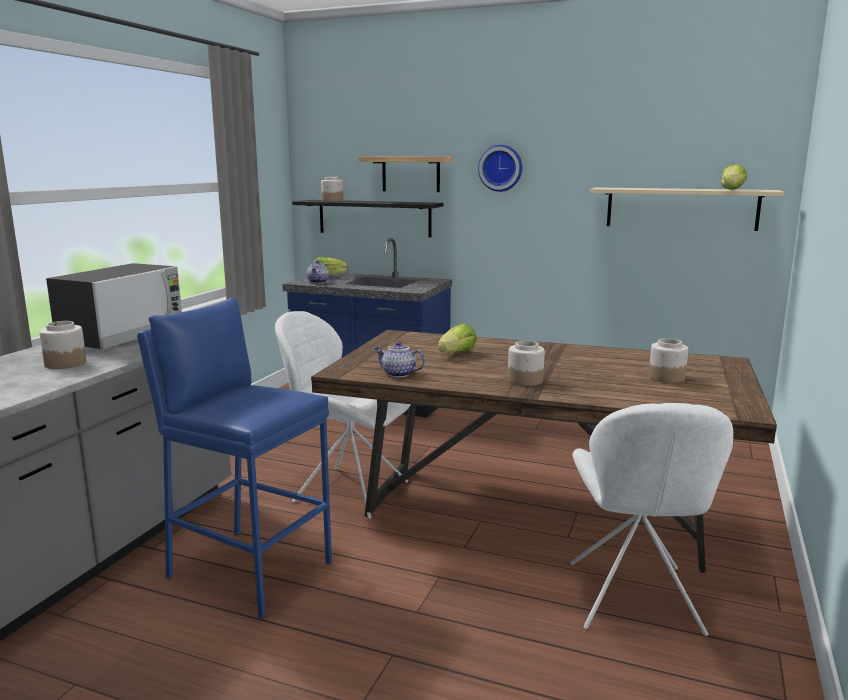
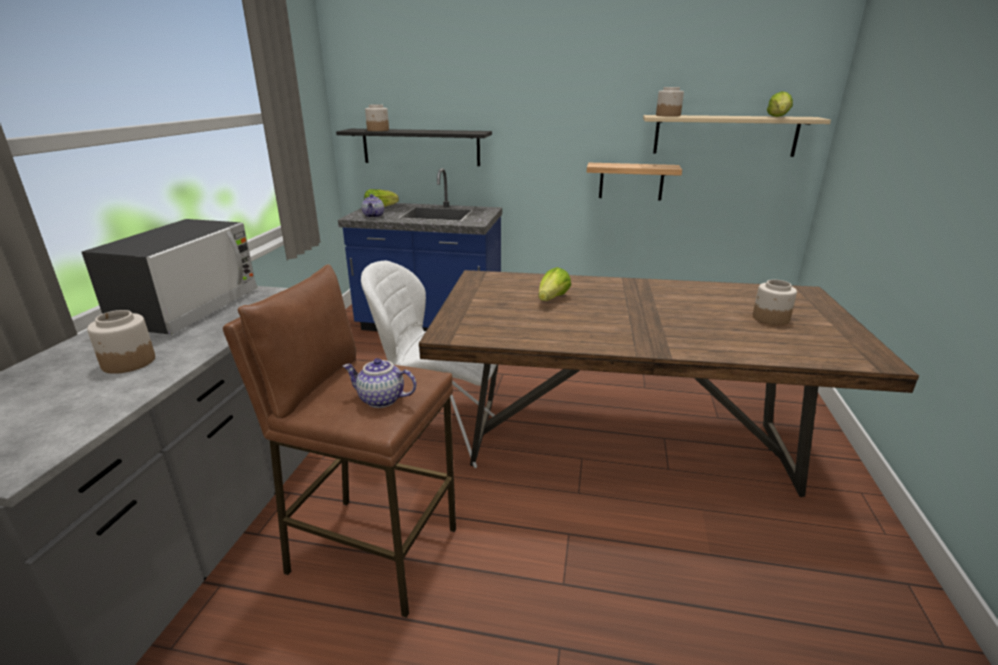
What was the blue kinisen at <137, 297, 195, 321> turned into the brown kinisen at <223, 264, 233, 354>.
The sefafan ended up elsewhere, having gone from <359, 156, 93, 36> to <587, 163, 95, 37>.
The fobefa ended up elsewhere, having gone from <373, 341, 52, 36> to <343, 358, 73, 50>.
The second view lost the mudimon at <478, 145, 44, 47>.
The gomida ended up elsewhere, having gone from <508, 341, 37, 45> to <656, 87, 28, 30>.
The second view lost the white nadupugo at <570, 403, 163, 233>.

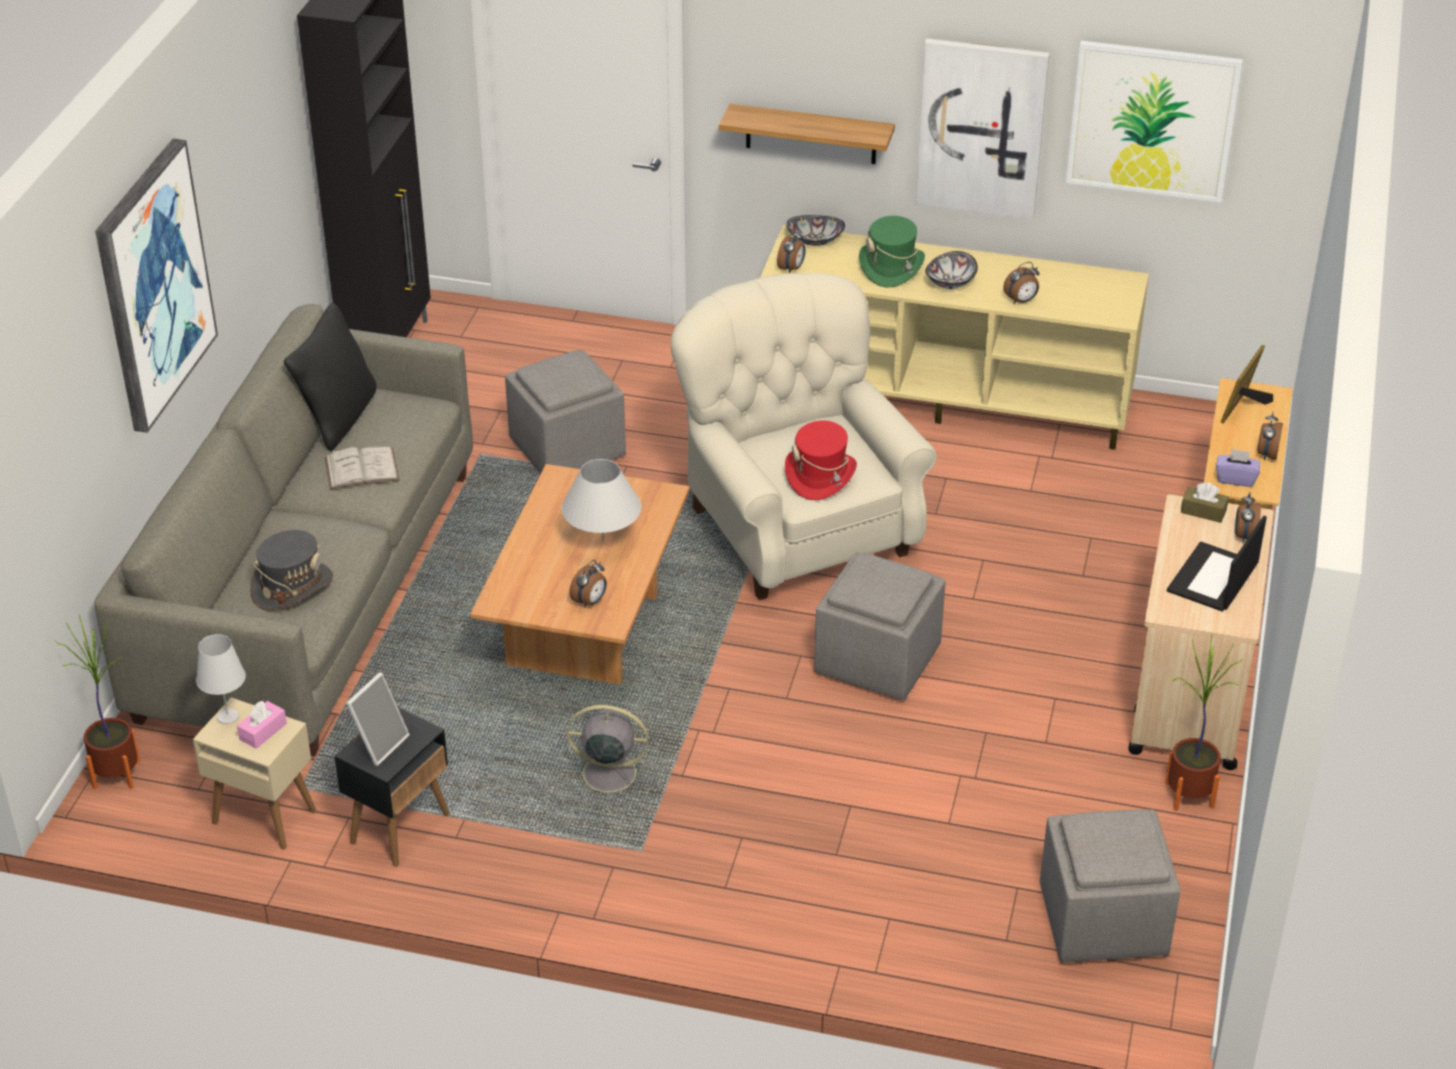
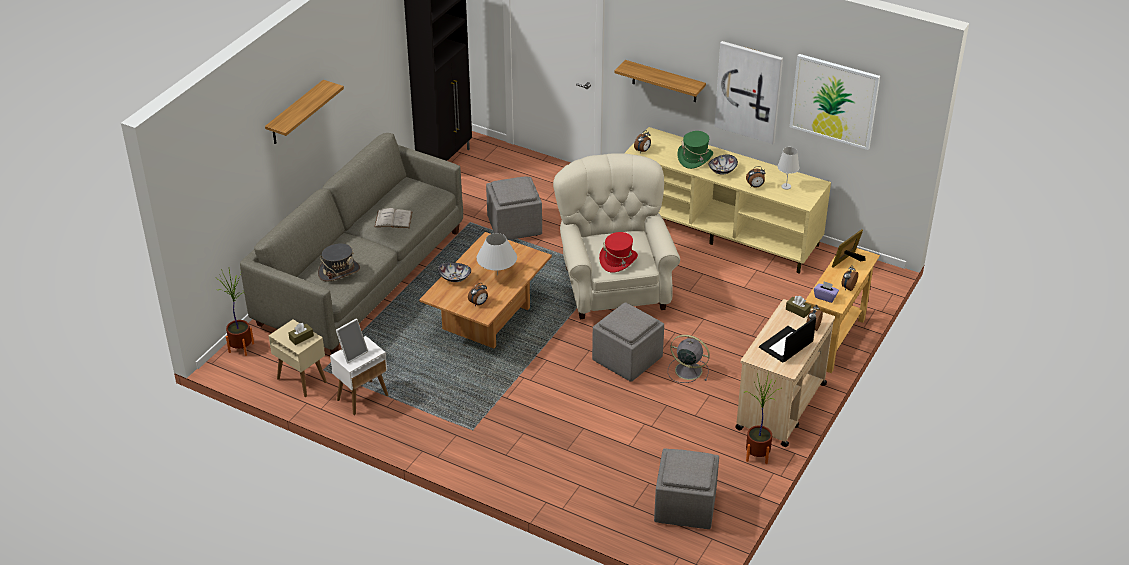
Where the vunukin hung at <95, 139, 123, 294>, the sefafan came to hang at <265, 80, 79, 64>.
The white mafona ended up elsewhere, having gone from <196, 634, 50, 90> to <777, 147, 22, 43>.
What was the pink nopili at <237, 701, 50, 48> turned into the brown nopili at <288, 323, 26, 22>.
The second view lost the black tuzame at <284, 303, 93, 148>.
What was the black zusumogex at <334, 707, 116, 160> turned into the white zusumogex at <330, 336, 58, 79>.
The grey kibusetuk ended up elsewhere, having gone from <567, 705, 83, 96> to <668, 335, 42, 48>.
The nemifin ended up elsewhere, having gone from <786, 215, 59, 31> to <438, 262, 33, 20>.

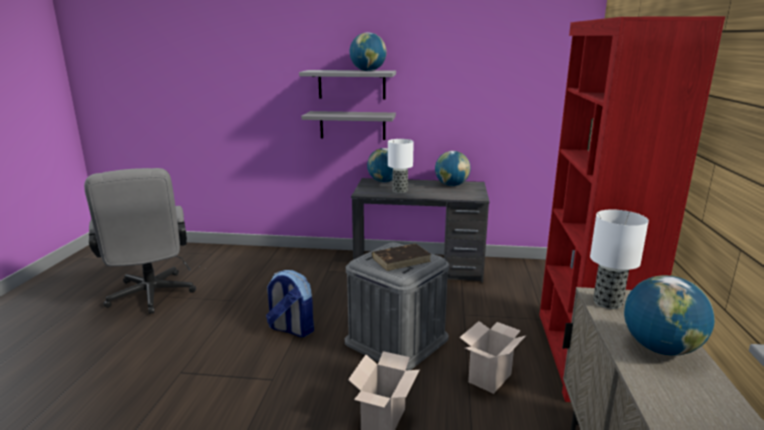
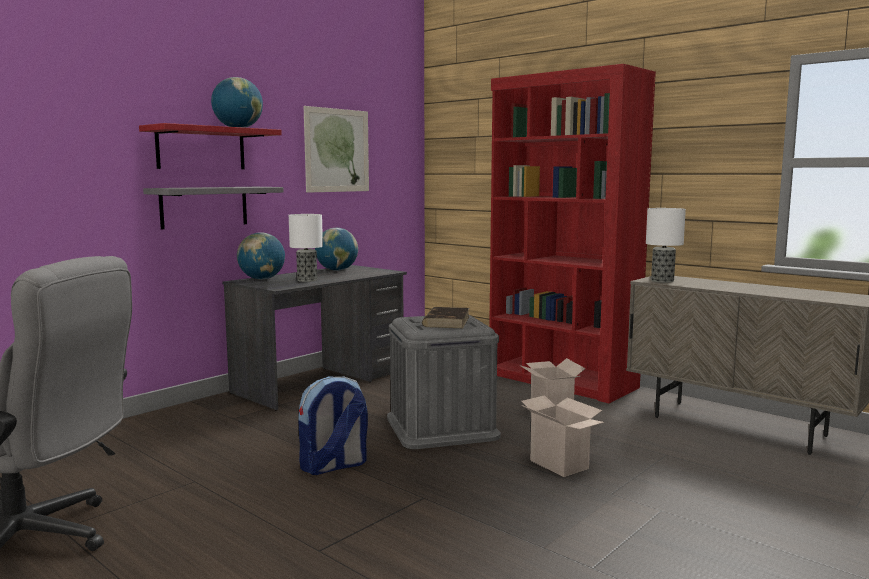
What was the grey sefafan at <299, 70, 97, 30> turned into the red sefafan at <139, 123, 143, 46>.
The second view lost the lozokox at <624, 275, 91, 81>.
The second view gained the vunukin at <304, 106, 65, 87>.

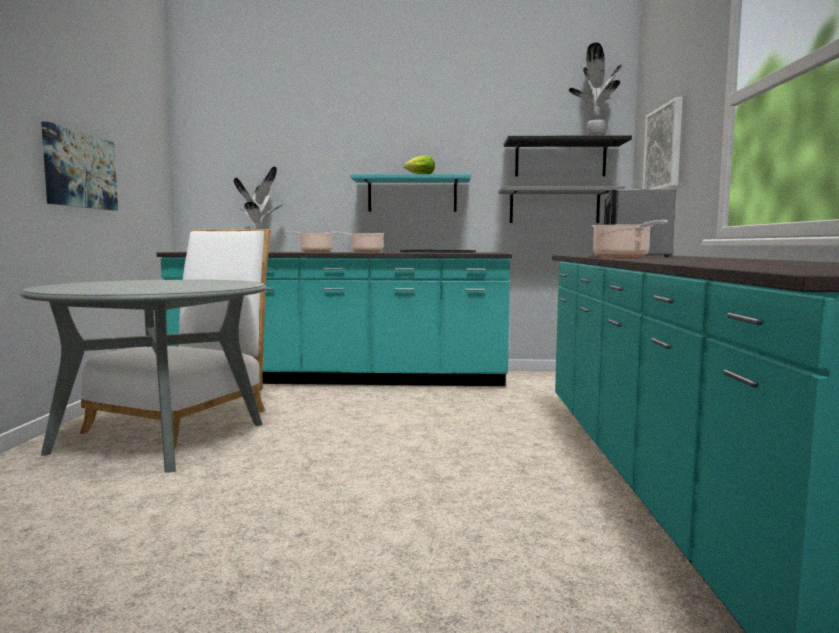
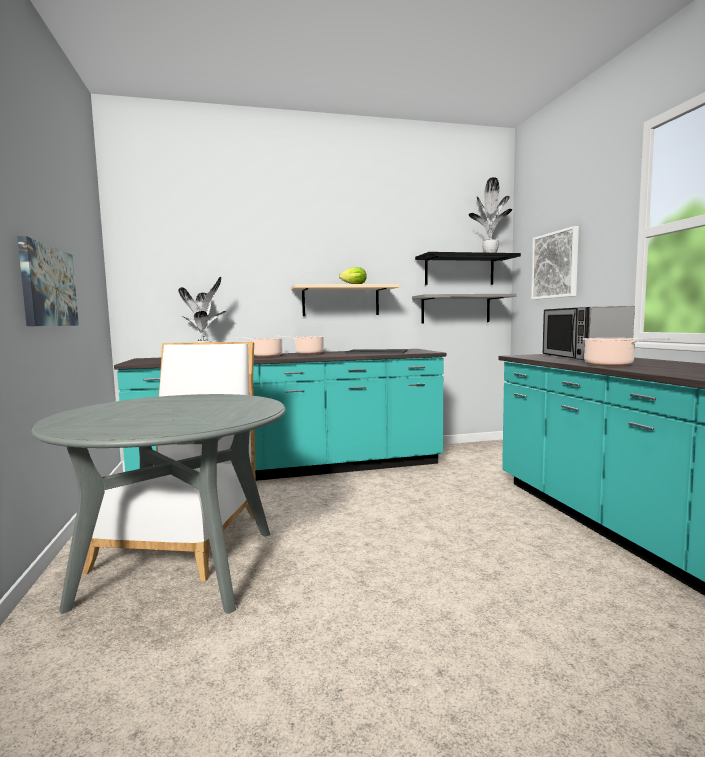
What was the turquoise sefafan at <350, 174, 121, 38> turned into the beige sefafan at <291, 284, 108, 32>.

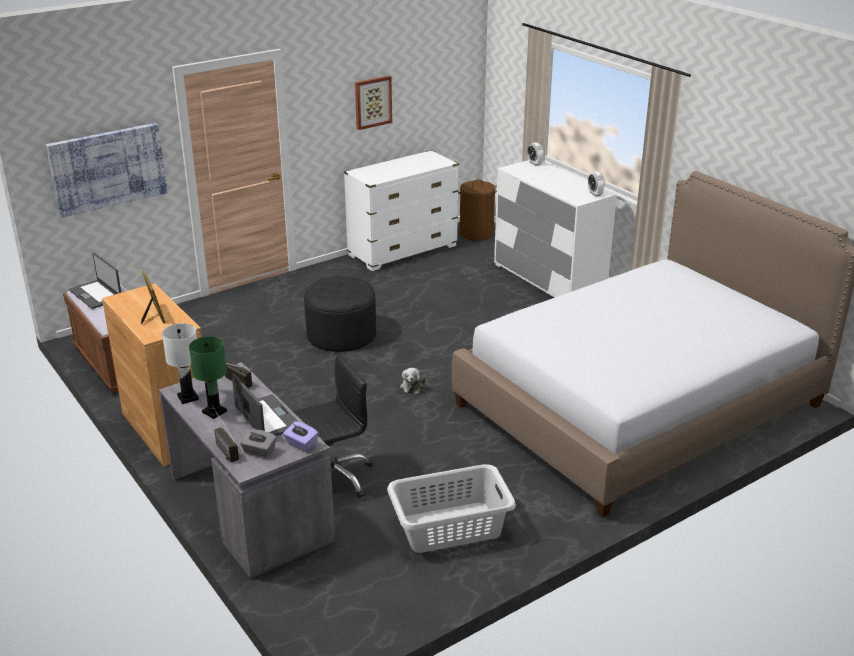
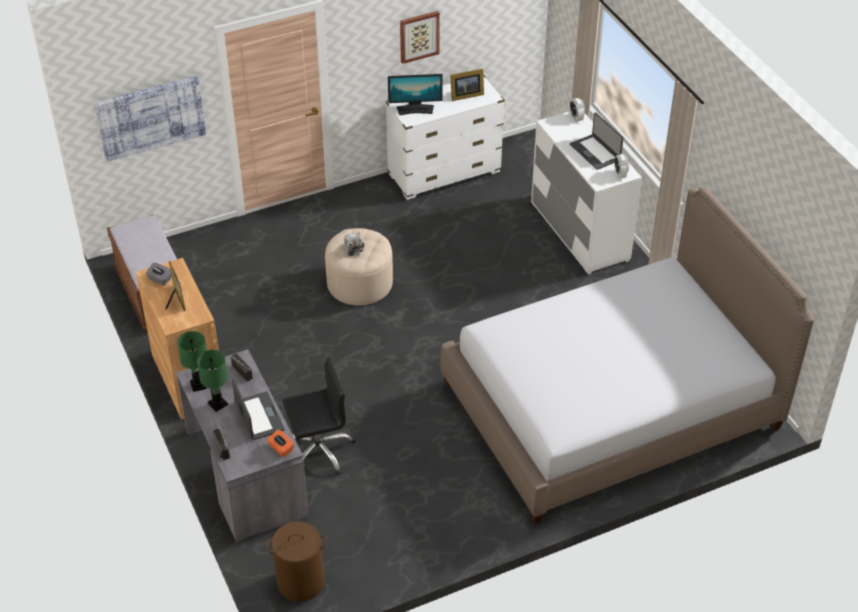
The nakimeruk ended up elsewhere, having gone from <69, 253, 52, 56> to <570, 112, 54, 58>.
What was the white mafona at <162, 323, 37, 81> turned into the green mafona at <177, 331, 30, 61>.
The grey nopili ended up elsewhere, having gone from <240, 429, 36, 28> to <146, 263, 25, 23>.
What was the purple nopili at <283, 421, 35, 31> turned into the orange nopili at <267, 429, 27, 28>.
What was the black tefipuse at <304, 276, 72, 76> turned into the beige tefipuse at <325, 228, 68, 77>.
The second view lost the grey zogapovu at <387, 464, 129, 89>.
The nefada ended up elsewhere, having gone from <400, 368, 25, 26> to <343, 232, 22, 24>.
The brown zogapovu ended up elsewhere, having gone from <458, 179, 39, 62> to <266, 521, 61, 80>.
The second view gained the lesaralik at <388, 74, 55, 41>.
The second view gained the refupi at <450, 69, 34, 32>.

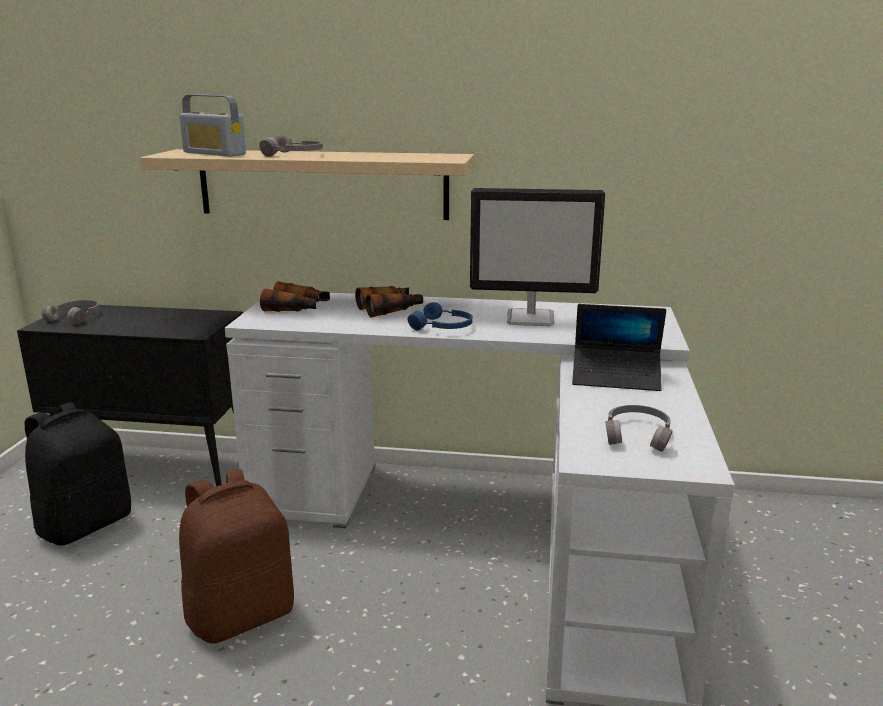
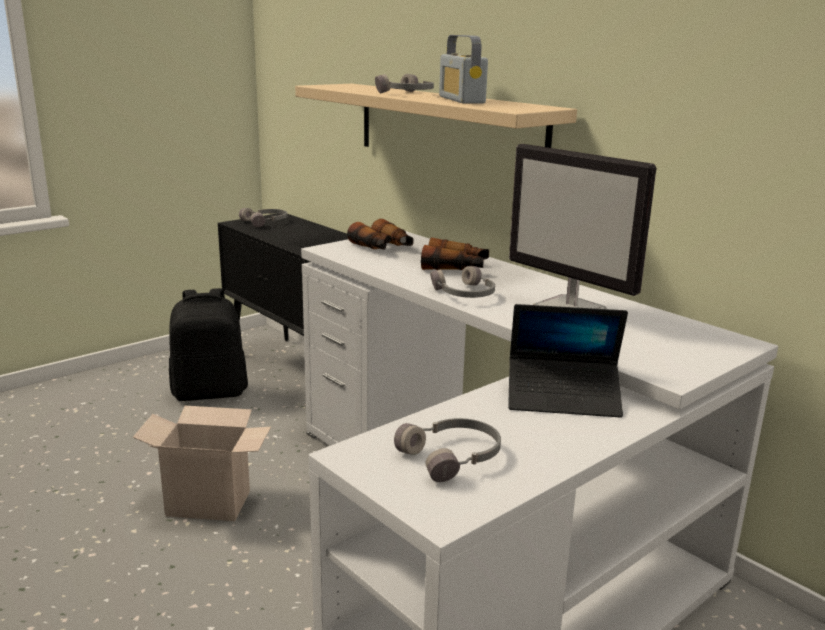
The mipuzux ended up elsewhere, having gone from <179, 94, 67, 63> to <439, 35, 49, 69>.
Where the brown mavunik stood at <179, 469, 115, 175>, the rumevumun came to stand at <133, 406, 138, 115>.
What was the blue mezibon at <408, 302, 65, 28> turned into the grey mezibon at <430, 266, 65, 32>.
The nakimeruk at <572, 304, 94, 87> ended up facing another way, 45 degrees counterclockwise from before.

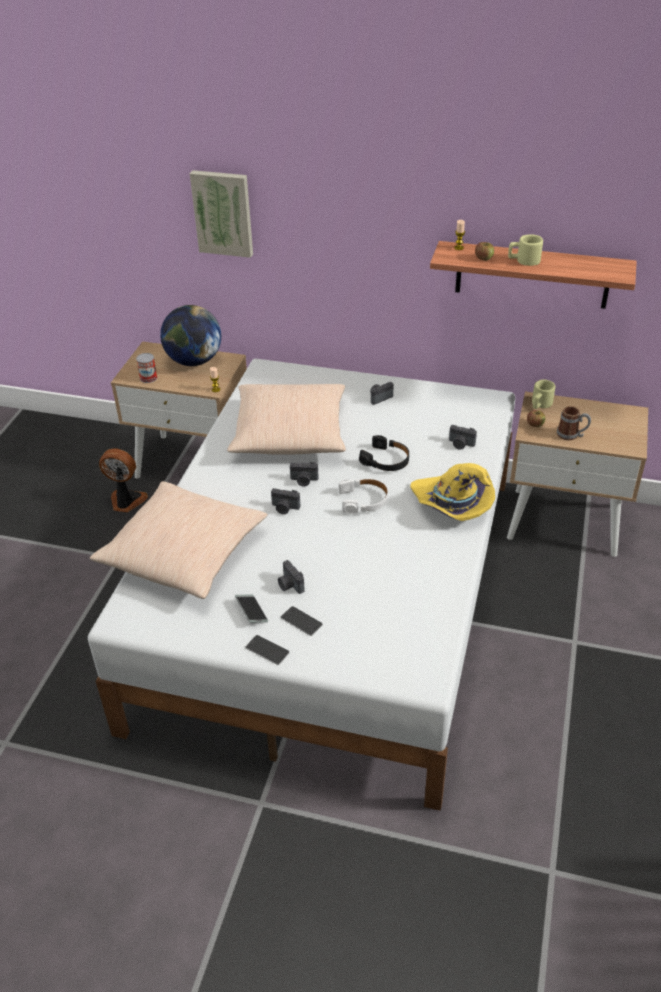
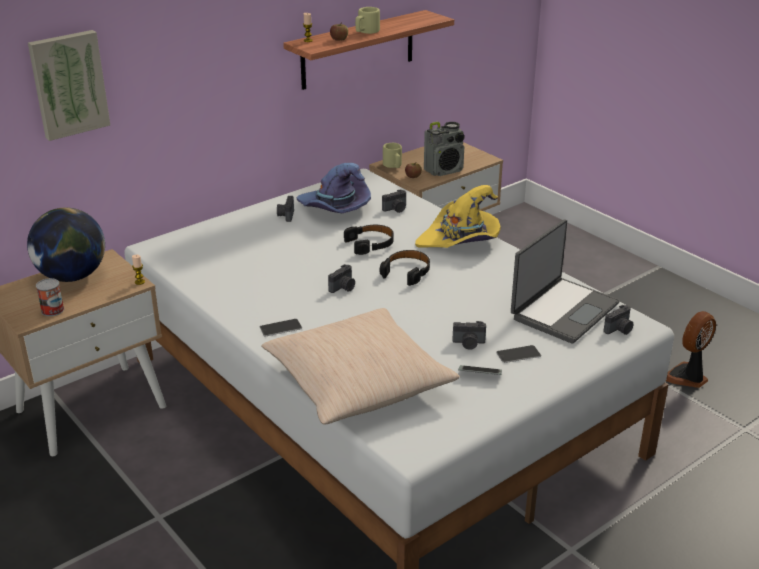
The kibusetuk ended up elsewhere, having gone from <99, 448, 49, 64> to <666, 311, 50, 77>.
The second view lost the beige tuzame at <227, 384, 119, 70>.
The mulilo ended up elsewhere, having gone from <245, 635, 45, 30> to <260, 319, 42, 17>.
The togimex ended up elsewhere, having gone from <271, 488, 29, 26> to <603, 305, 30, 30>.
What was the white mezibon at <339, 478, 49, 36> turned into the black mezibon at <380, 250, 50, 36>.
Where the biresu stood at <557, 406, 34, 34>, the mipuzux came to stand at <424, 122, 41, 54>.
The second view gained the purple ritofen at <297, 163, 74, 50>.
The second view gained the nakimeruk at <511, 219, 109, 125>.

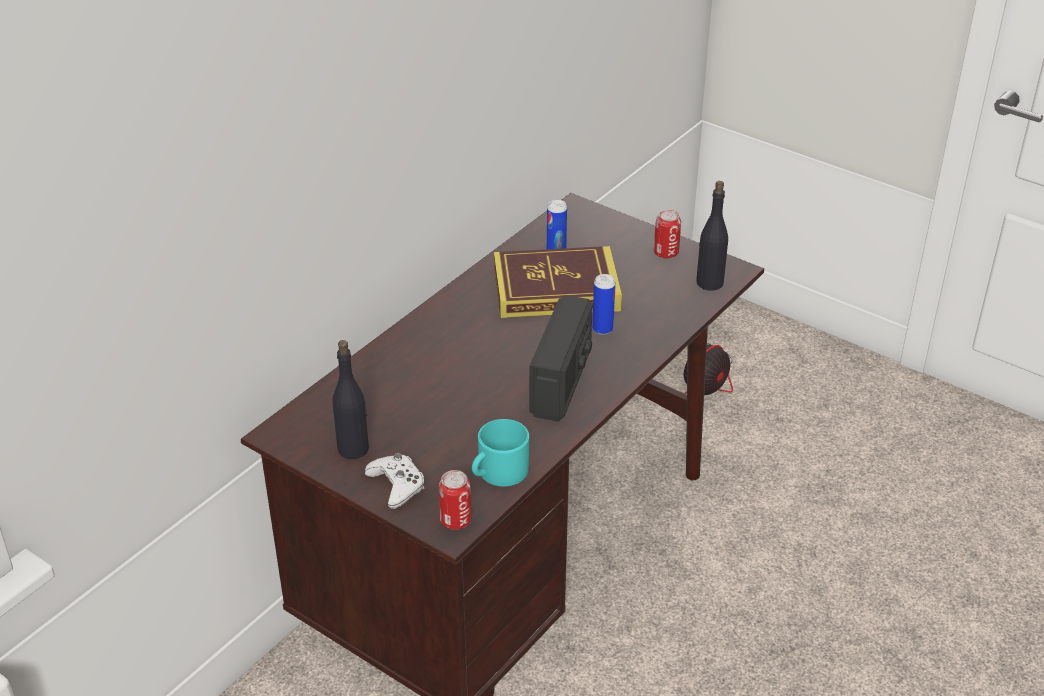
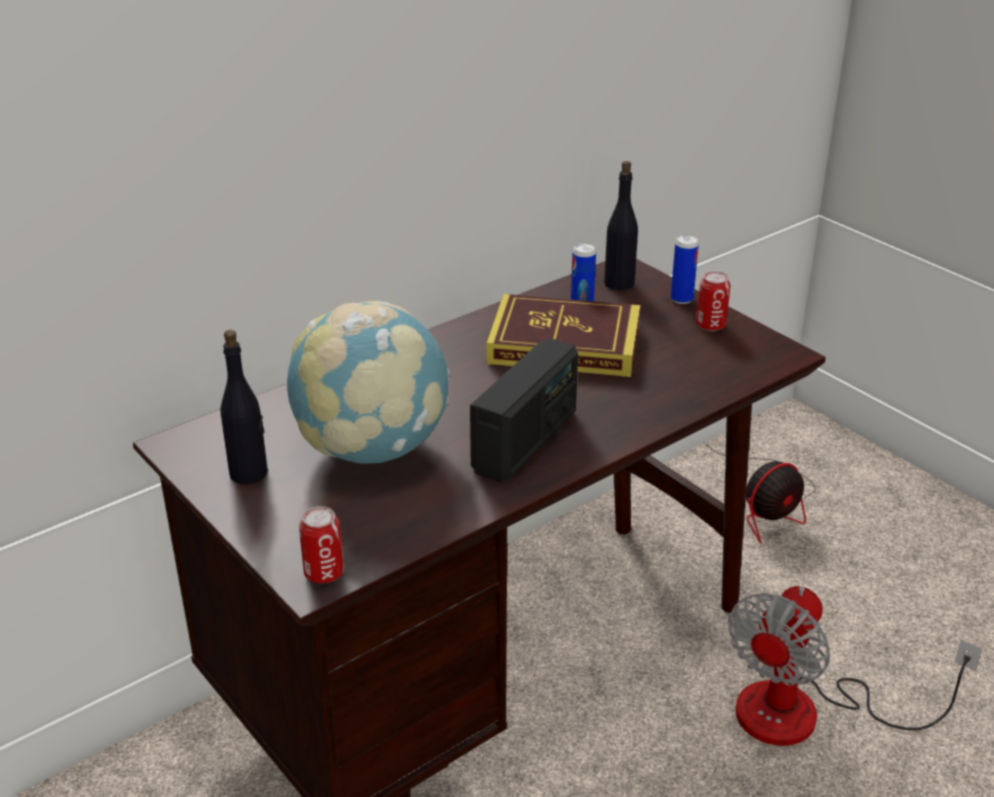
The second view lost the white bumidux at <365, 453, 59, 56>.
The second view lost the turquoise biresu at <472, 419, 57, 67>.
The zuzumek ended up elsewhere, having gone from <592, 274, 24, 61> to <671, 235, 28, 69>.
The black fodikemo ended up elsewhere, having gone from <696, 181, 32, 110> to <604, 161, 34, 130>.
The second view gained the lozokox at <287, 301, 162, 163>.
The second view gained the kibusetuk at <728, 586, 254, 160>.

